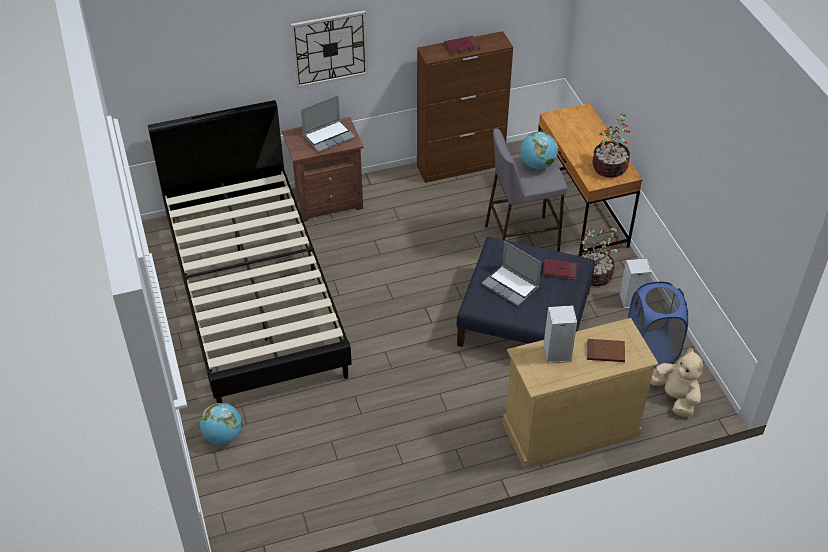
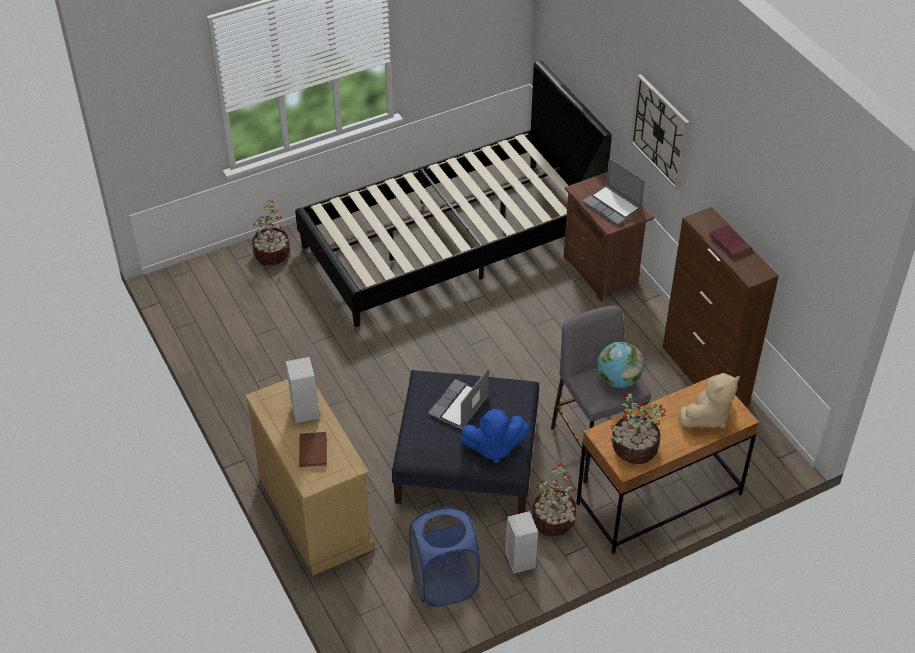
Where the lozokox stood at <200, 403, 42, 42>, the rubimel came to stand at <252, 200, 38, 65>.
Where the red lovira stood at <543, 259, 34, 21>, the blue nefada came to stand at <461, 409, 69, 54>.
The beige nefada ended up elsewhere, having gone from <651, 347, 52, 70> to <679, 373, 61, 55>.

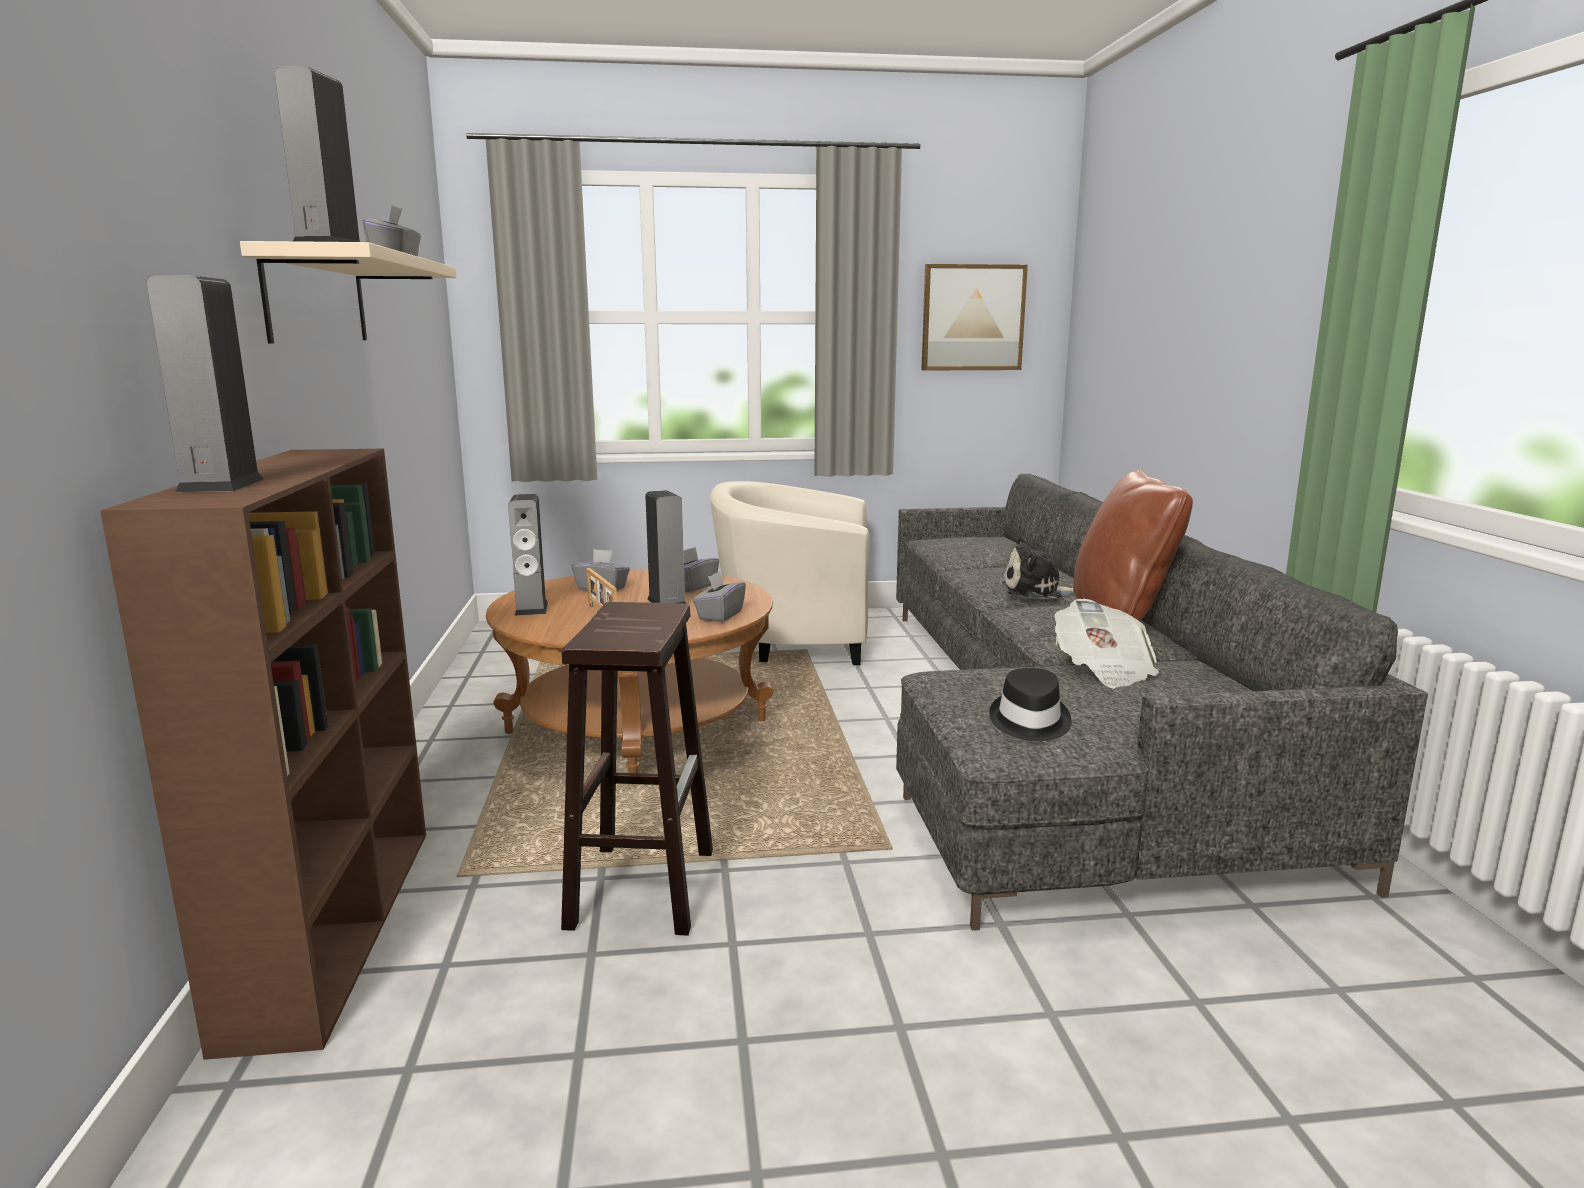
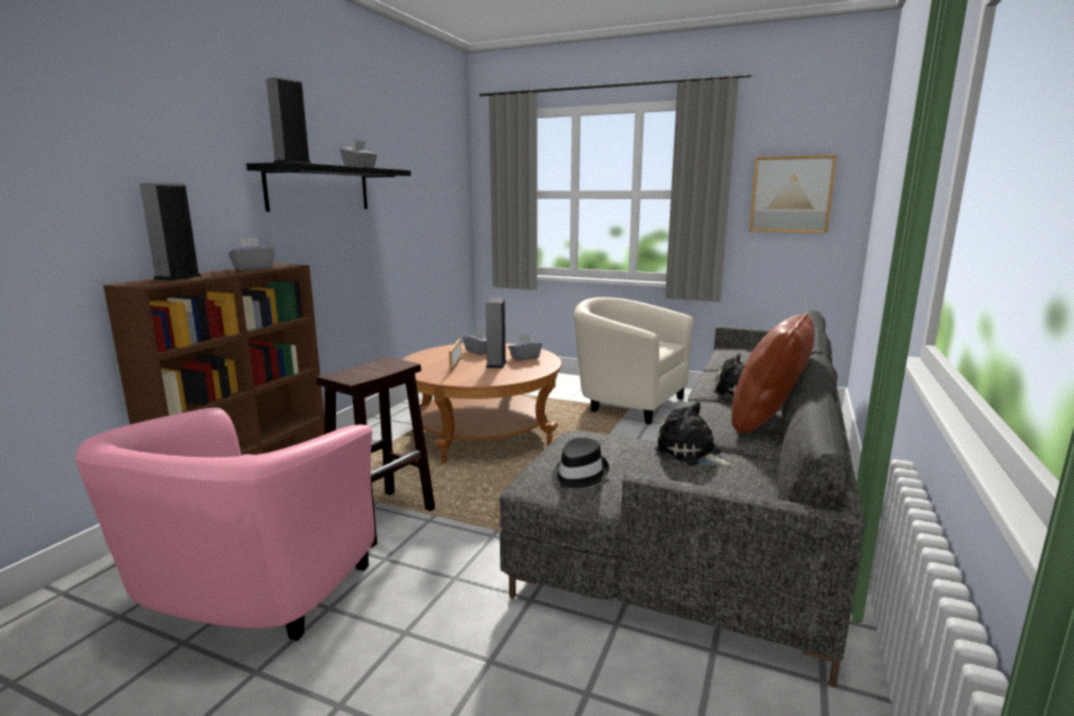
What was the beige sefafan at <240, 241, 216, 103> turned into the black sefafan at <246, 162, 165, 50>.
The second view lost the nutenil at <508, 494, 40, 122>.
The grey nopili ended up elsewhere, having gone from <693, 571, 53, 51> to <228, 238, 47, 32>.
Where the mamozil stood at <1055, 599, 104, 90>, the nefada came to stand at <654, 401, 80, 66>.
The second view gained the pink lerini at <75, 408, 300, 233>.

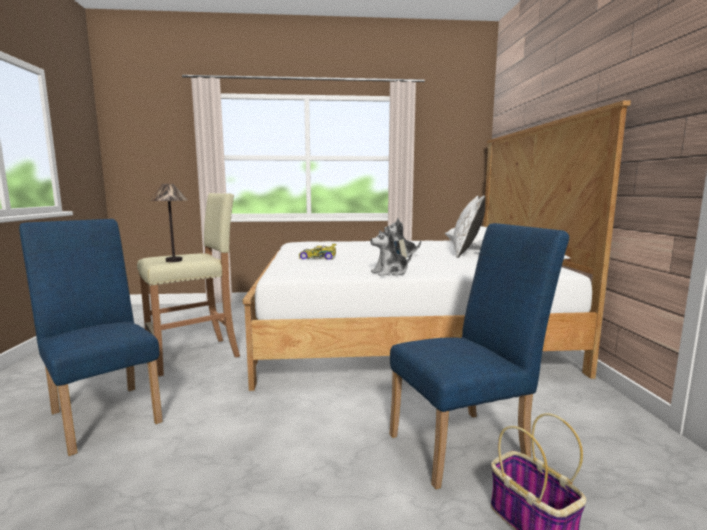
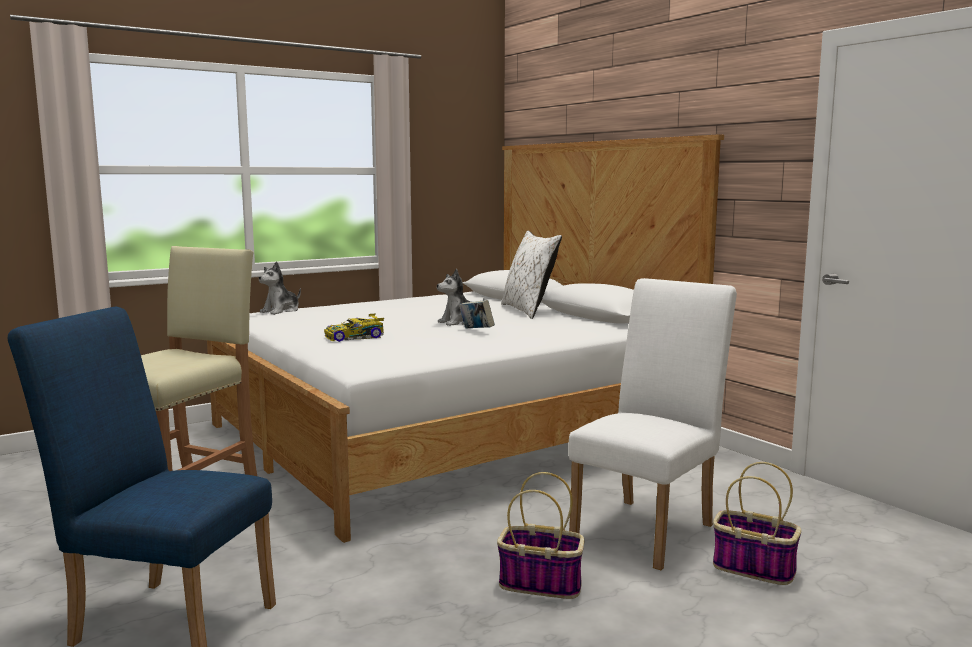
The second view lost the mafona at <149, 184, 38, 78>.
The nefada ended up elsewhere, having gone from <370, 226, 42, 50> to <259, 261, 42, 54>.
What was the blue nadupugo at <390, 223, 179, 266> turned into the white nadupugo at <569, 278, 168, 292>.
The second view gained the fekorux at <497, 472, 87, 127>.

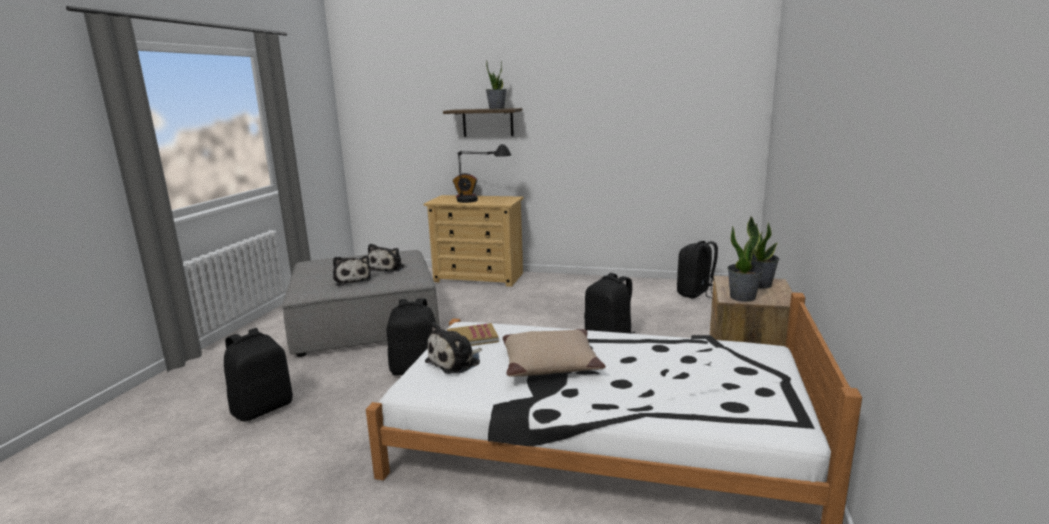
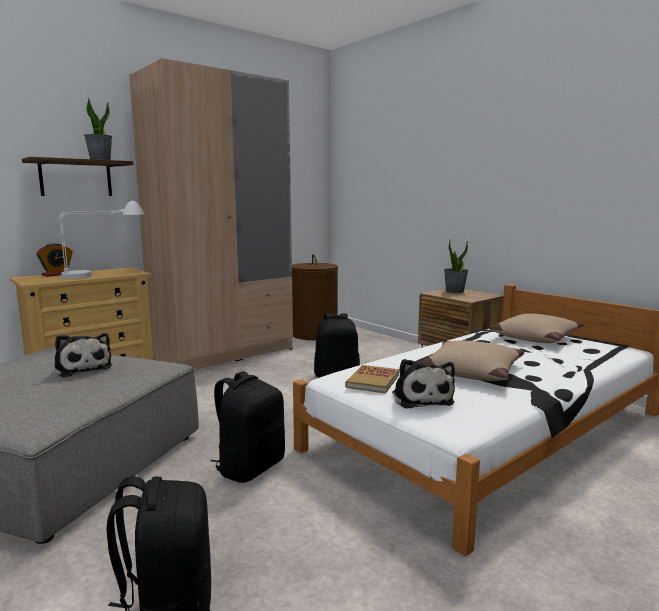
The second view lost the nefada at <333, 256, 38, 30>.
What was the black mafona at <457, 144, 54, 59> turned into the white mafona at <59, 201, 85, 78>.
Where the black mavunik stood at <677, 241, 41, 58>, the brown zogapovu came to stand at <292, 254, 46, 86>.
The second view lost the rubimel at <727, 223, 36, 79>.
The second view gained the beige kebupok at <129, 58, 164, 312>.
The second view gained the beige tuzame at <489, 314, 95, 29>.

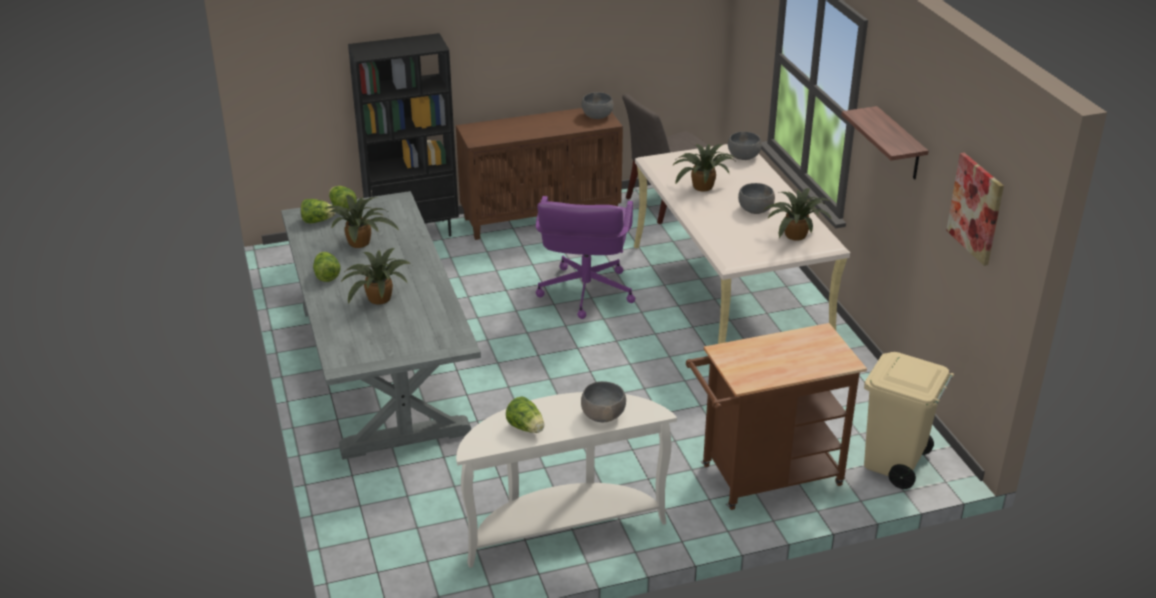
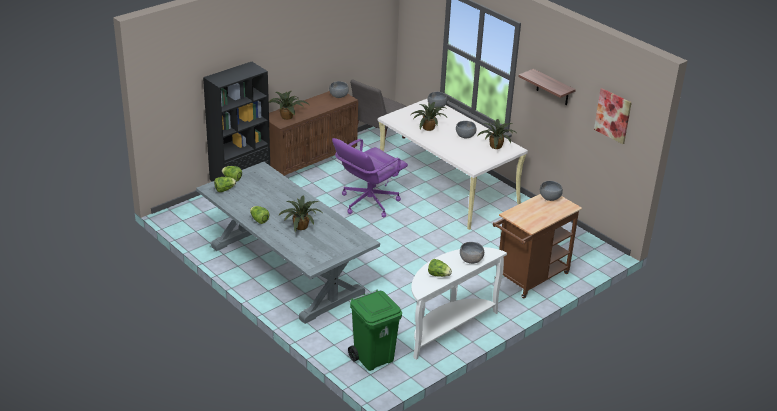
The rubimel ended up elsewhere, having gone from <325, 195, 74, 53> to <269, 91, 40, 29>.
The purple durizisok at <536, 196, 99, 123> ended up facing another way, 60 degrees clockwise from before.
The second view lost the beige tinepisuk at <864, 352, 90, 137>.
The second view gained the green tinepisuk at <348, 290, 54, 81>.
The second view gained the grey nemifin at <540, 181, 23, 20>.

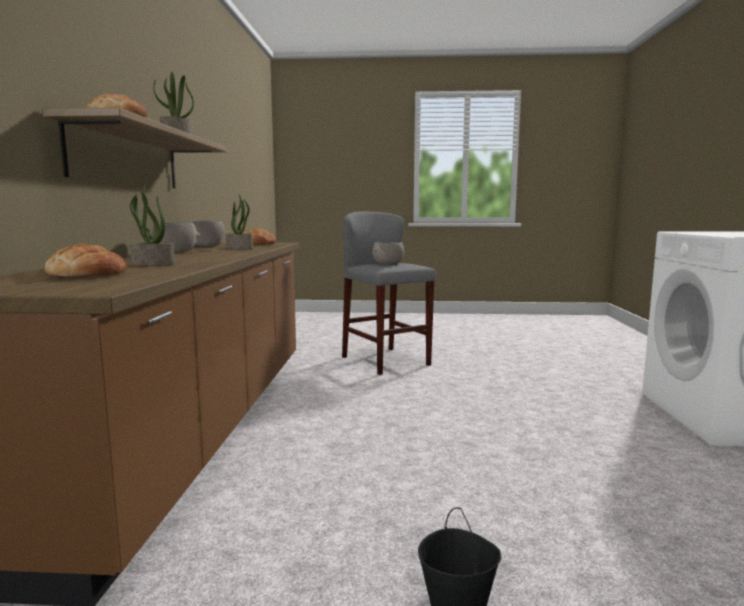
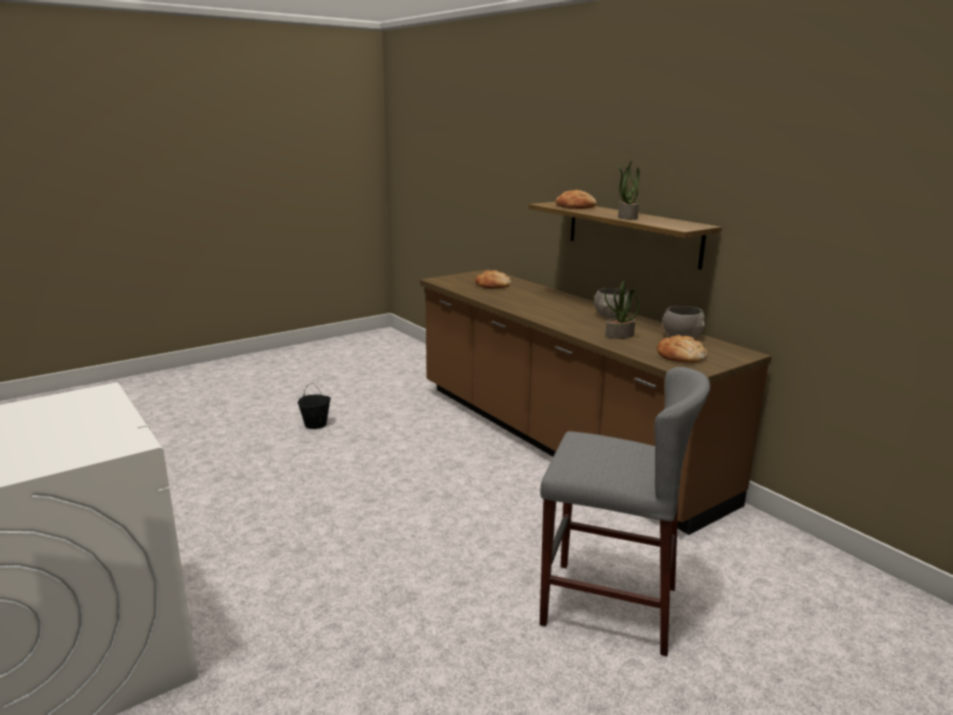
The second view lost the rubimel at <130, 186, 45, 79>.
The second view lost the grey nemifin at <372, 242, 32, 22>.

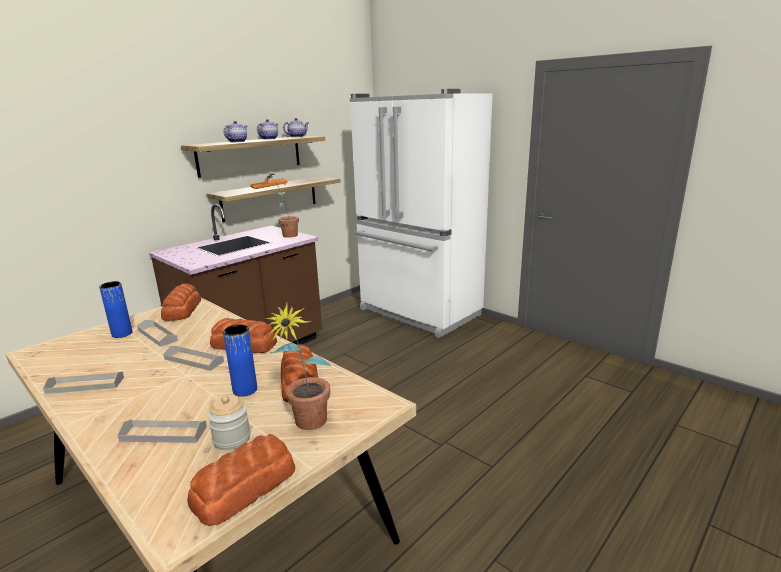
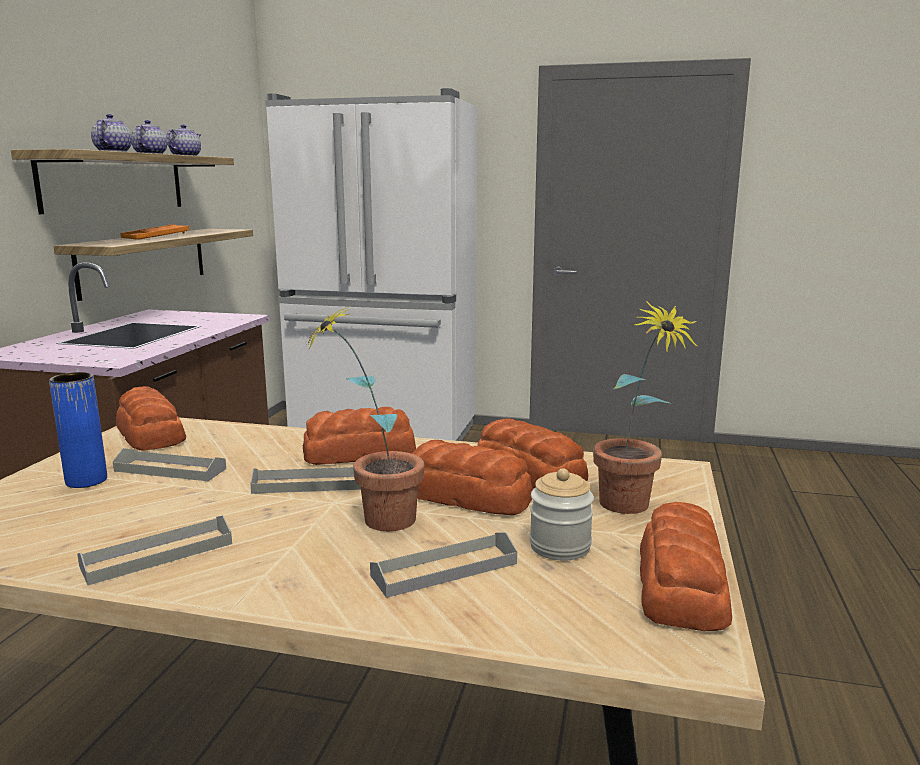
Where the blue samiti stood at <223, 324, 34, 73>, the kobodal came to stand at <411, 440, 122, 75>.
The rubimel ended up elsewhere, having gone from <263, 173, 36, 65> to <304, 304, 121, 227>.

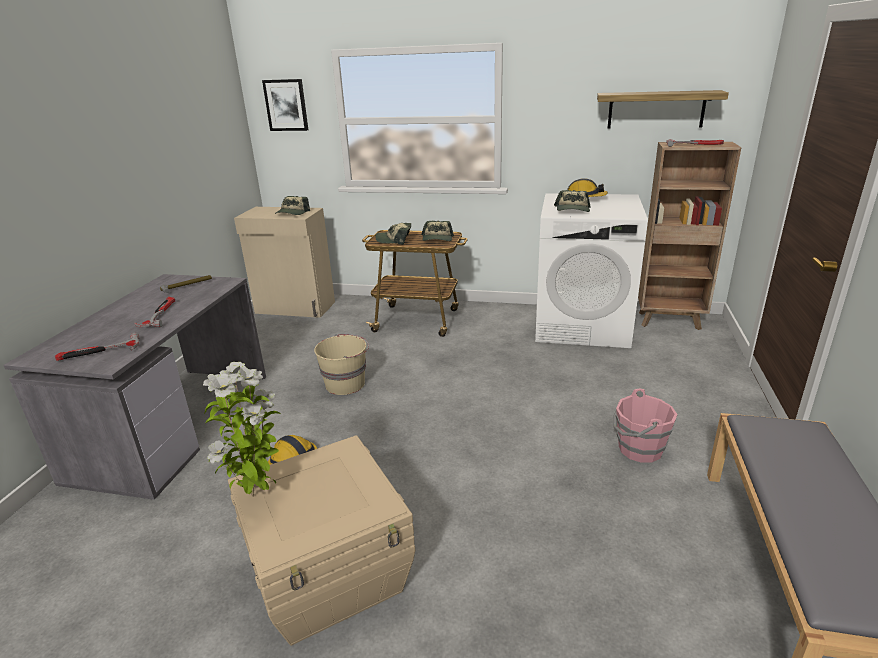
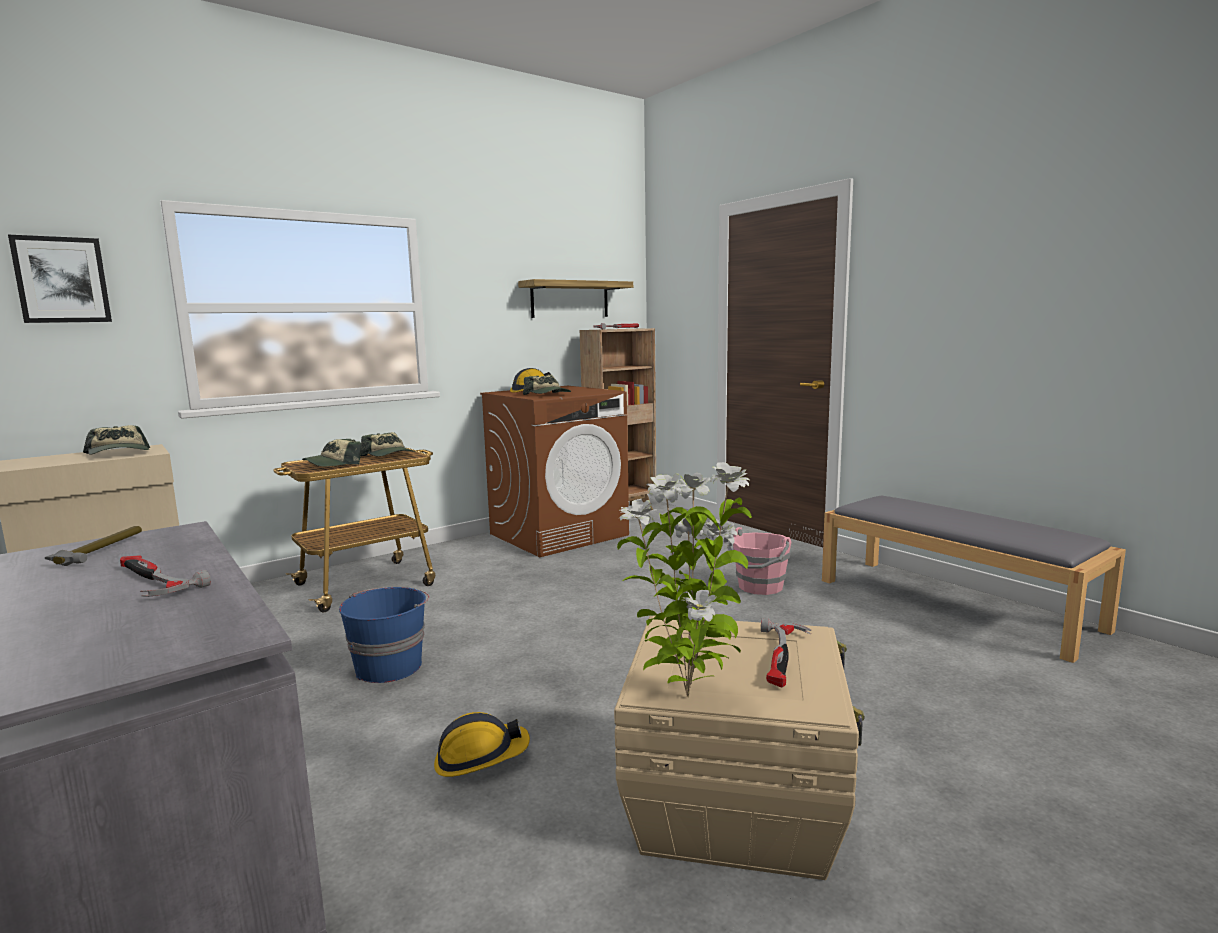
The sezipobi ended up elsewhere, having gone from <55, 333, 85, 28> to <761, 618, 50, 70>.
What was the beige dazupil at <314, 334, 55, 61> turned into the blue dazupil at <339, 587, 90, 96>.
What was the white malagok at <535, 193, 113, 155> turned into the brown malagok at <480, 386, 149, 171>.

